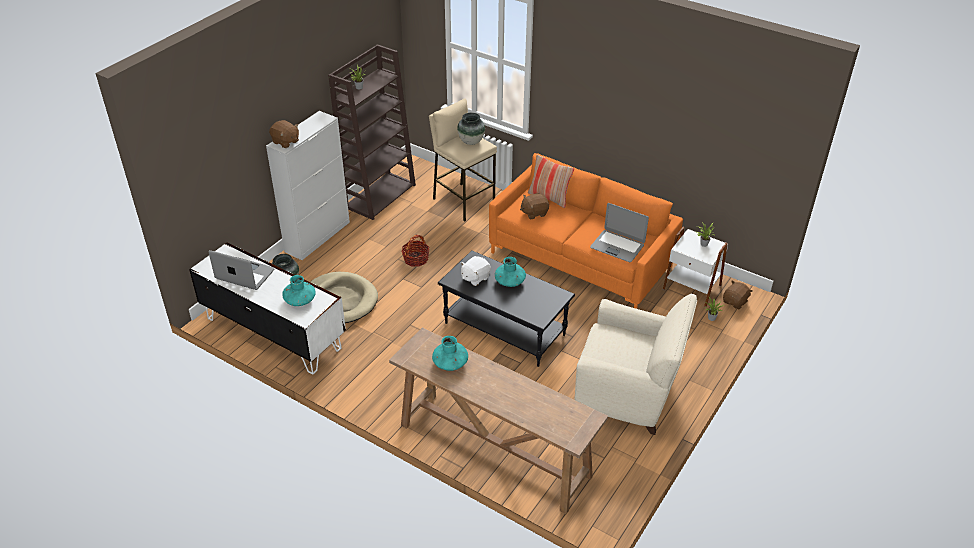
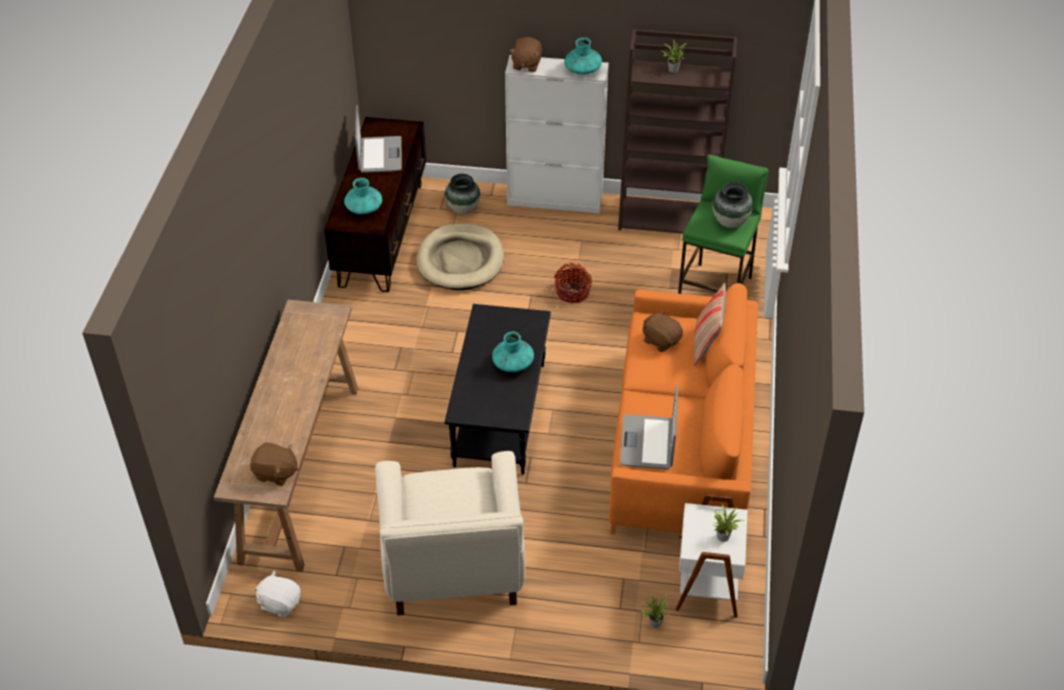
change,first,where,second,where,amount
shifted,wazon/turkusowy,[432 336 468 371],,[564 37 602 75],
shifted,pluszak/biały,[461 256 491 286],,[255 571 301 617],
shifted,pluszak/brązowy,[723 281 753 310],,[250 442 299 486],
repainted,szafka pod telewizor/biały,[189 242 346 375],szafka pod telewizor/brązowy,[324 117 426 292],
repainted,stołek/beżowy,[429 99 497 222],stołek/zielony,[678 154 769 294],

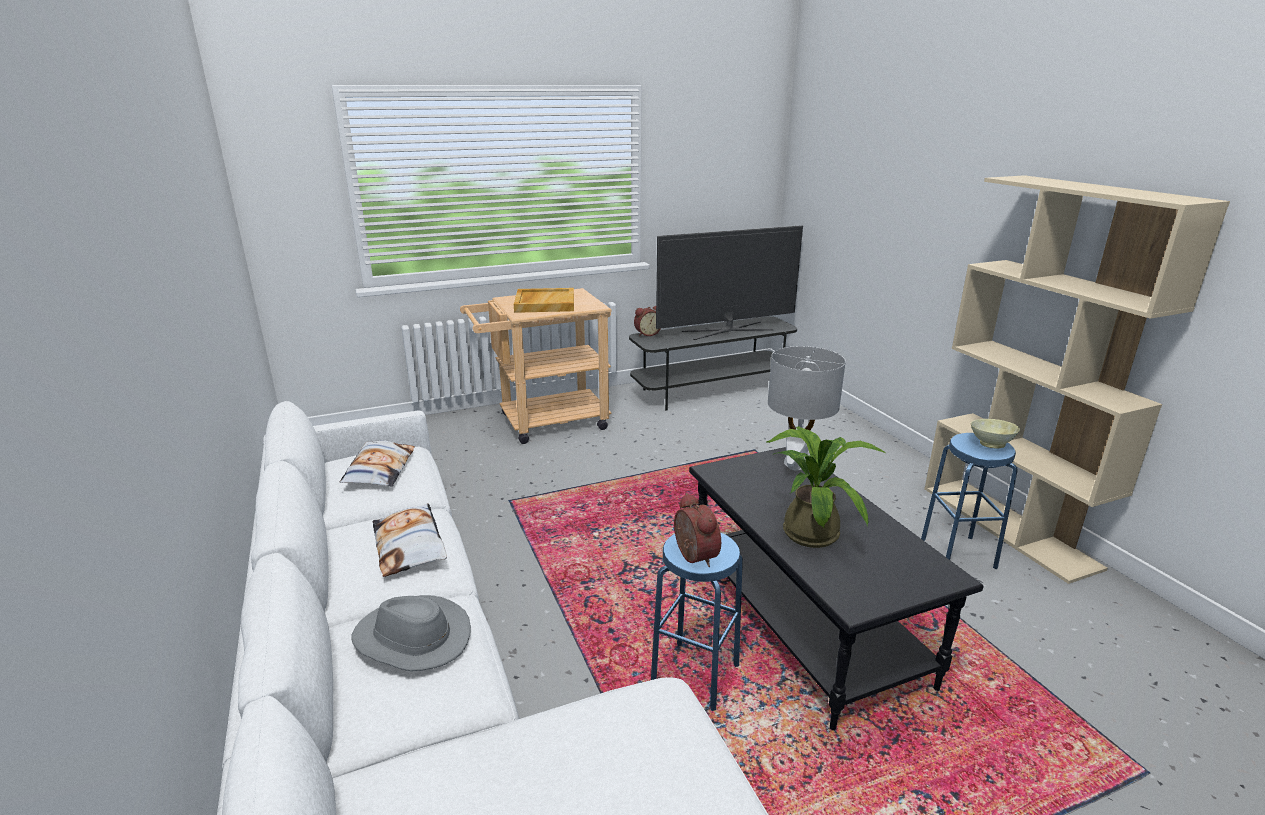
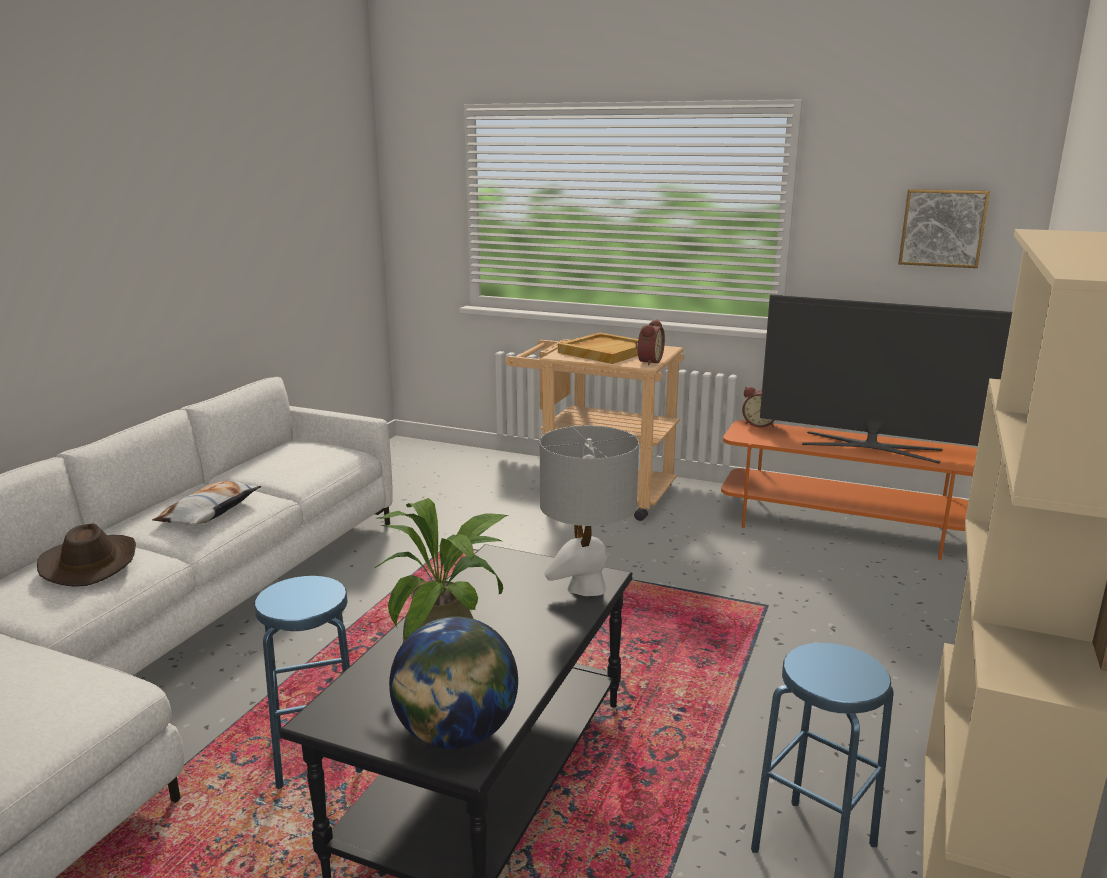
change,first,where,second,where,amount
gone,poduszka,[340 440 415 486],,,
gone,miska/beżowy,[971 419 1020 448],,,
new,,,globus,[389 616 518 749],
new,,,obraz,[898 189 990 268],
shifted,budzik,[674 493 721 567],,[635 319 665 366],
repainted,kapelusz/szary,[351 595 471 671],kapelusz/brązowy,[37 523 136 587],
repainted,szafka pod telewizor/szary,[629 316 797 411],szafka pod telewizor/pomarańczowy,[721 420 977 560],

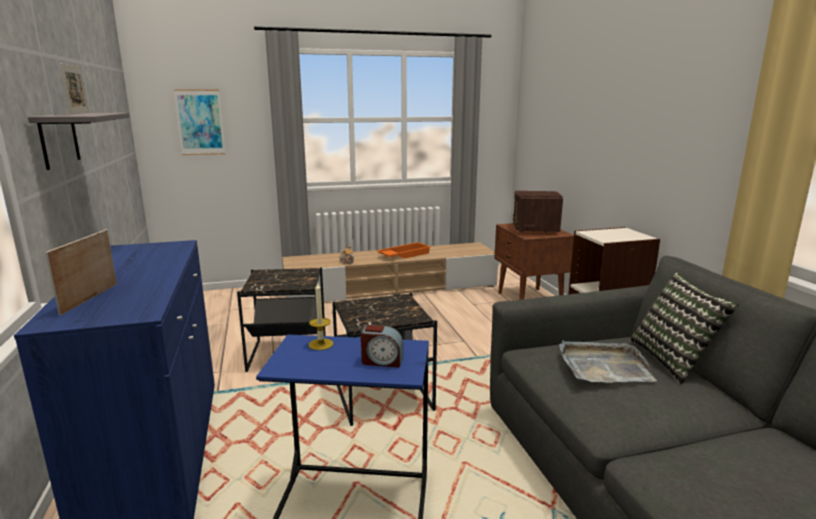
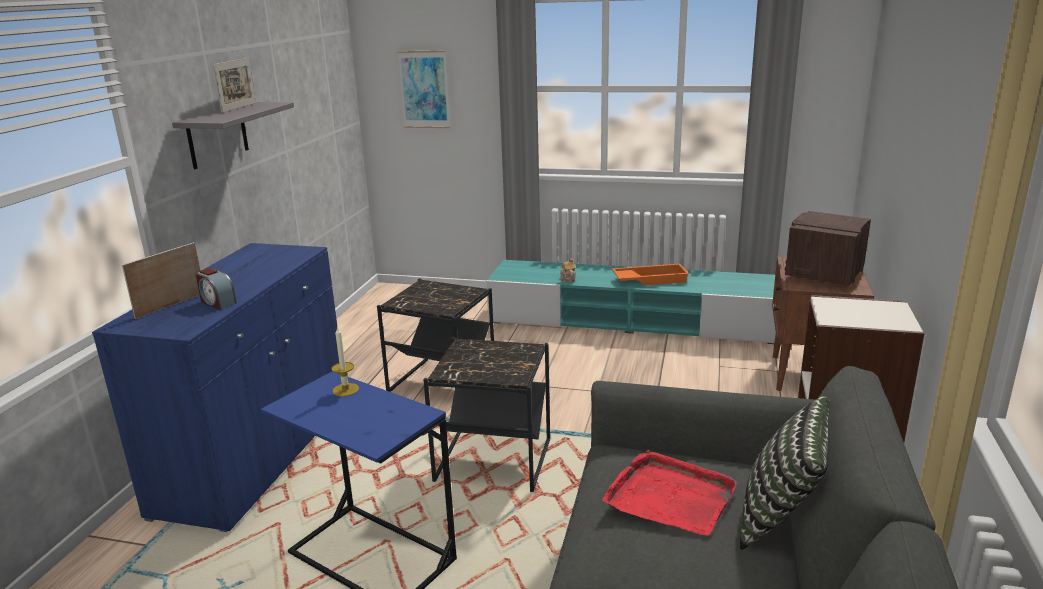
change,first,where,second,where,amount
shifted,budzik,[361 325 403 368],,[196 268 237 310],
repainted,szafka pod telewizor/beżowy,[282 242 498 302],szafka pod telewizor/turkusowy,[486 260 776 344],
repainted,taca/szary,[559 341 657 383],taca/czerwony,[602 450 737 536],

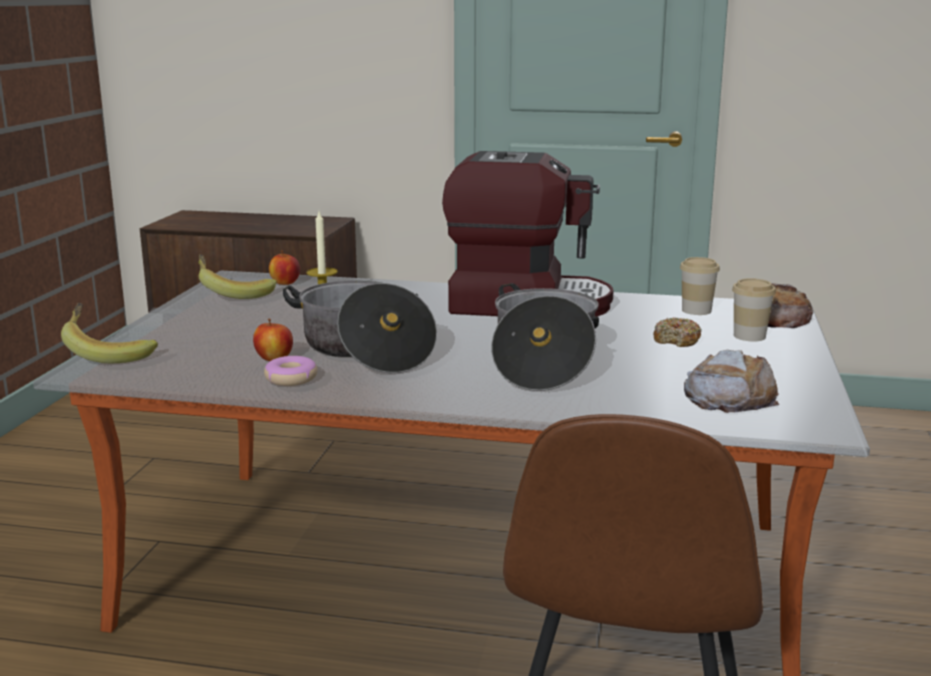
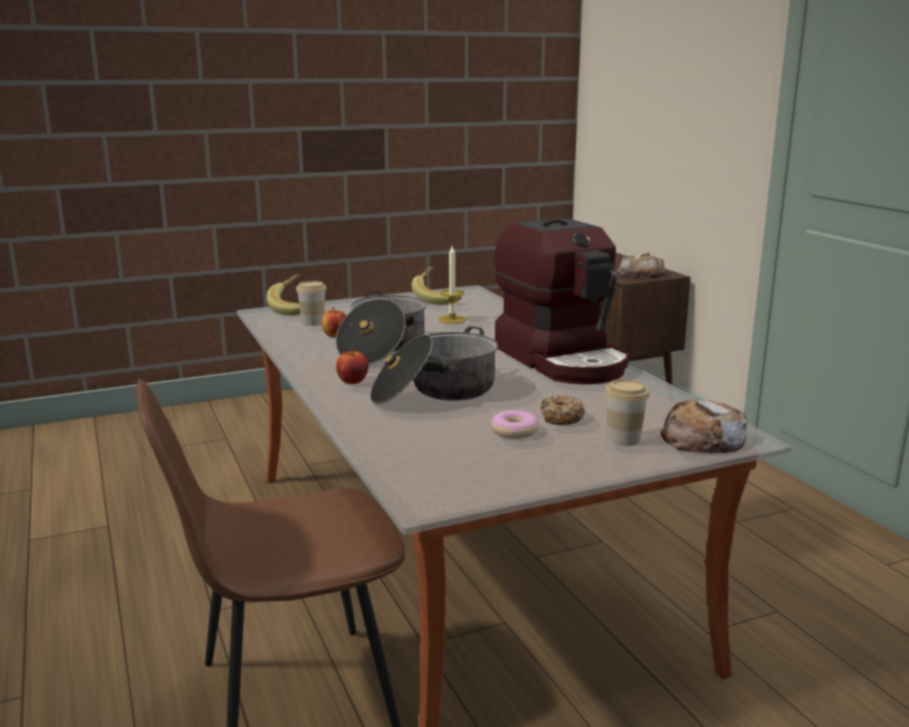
change,first,where,second,where,amount
shifted,donut,[264 356 318 386],,[490 410 539 439],
shifted,jabłko,[269 250 300 285],,[336 348 369 384],
shifted,filiżanka,[680 257 720 315],,[296 281 327 326],
shifted,chleb,[684 350 779 413],,[617 252 665 278],

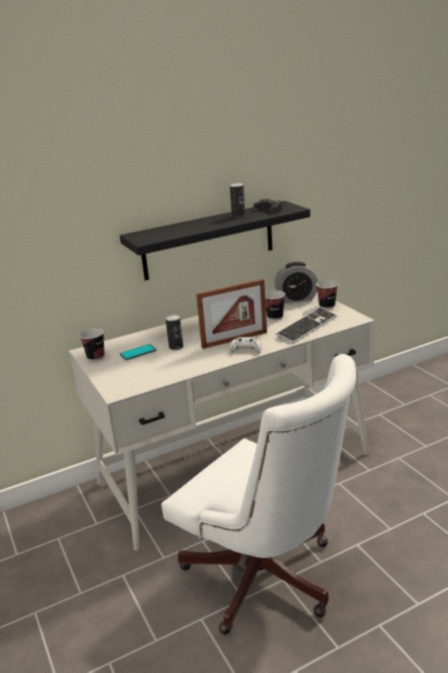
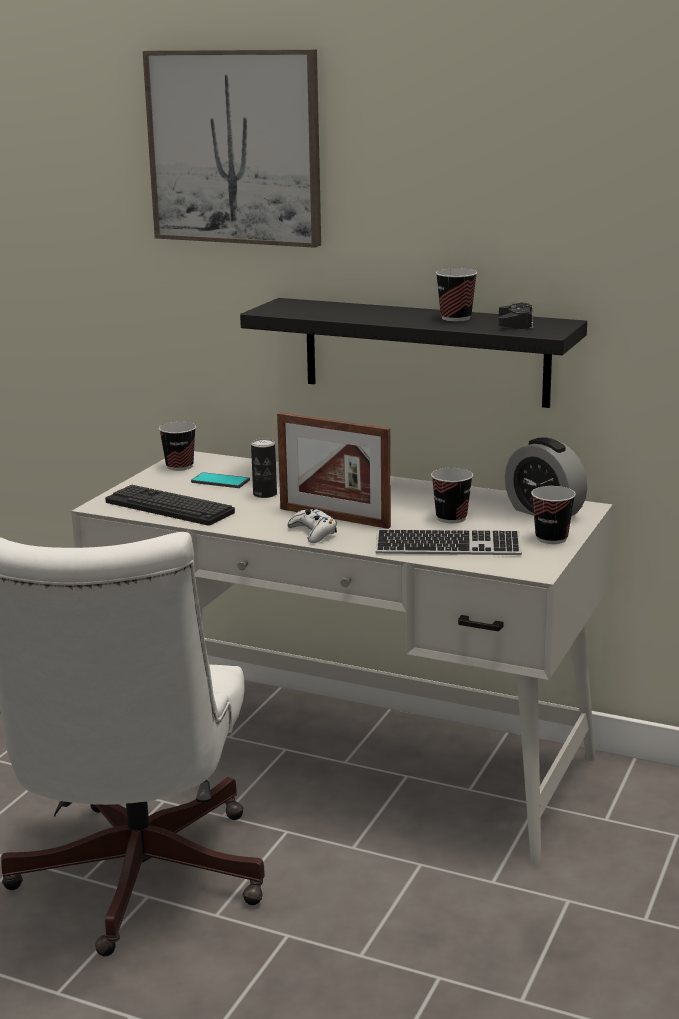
change,first,where,second,where,amount
new,,,klawiatura,[105 485 235 526],
new,,,obraz,[143 49 321 248],
swapped,puszka,[230 183 245 217],filiżanka,[436 268 477 321],

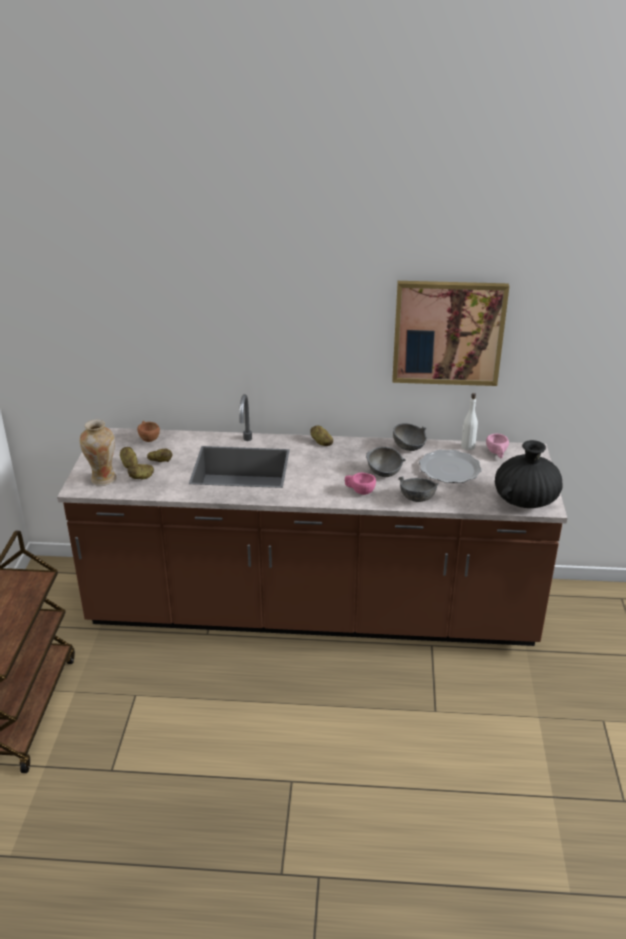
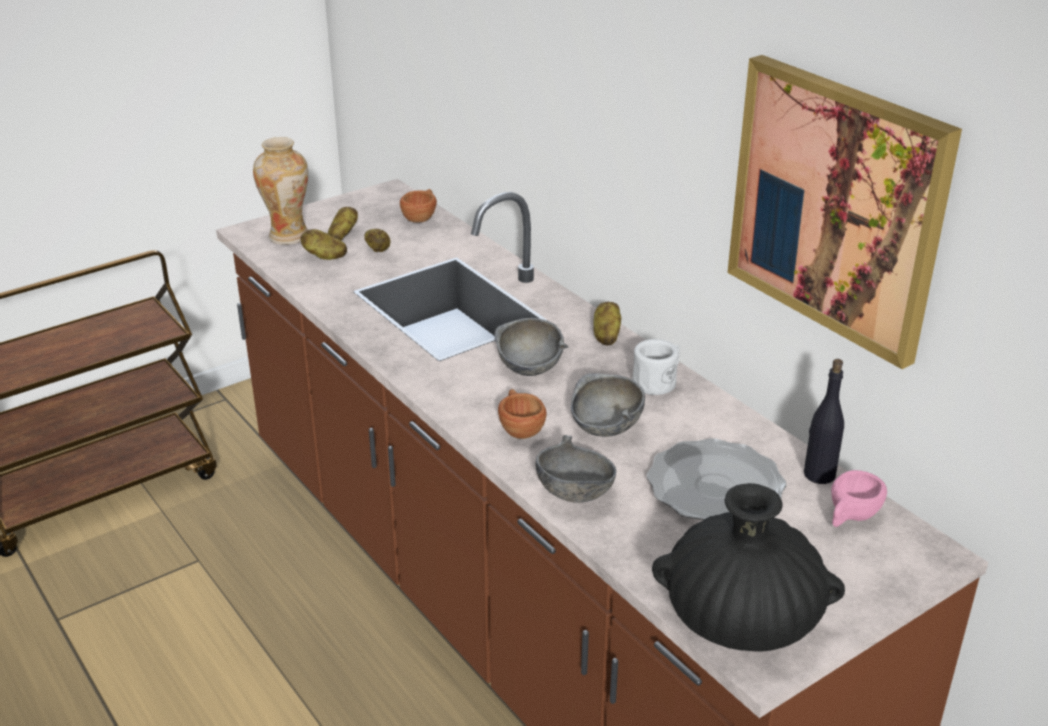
change,first,where,second,where,amount
new,,,kubek/biały,[632 339 680 395],
shifted,miska/szary,[393 423 427 451],,[494 318 568 376],
repainted,filiżanka/różowy,[345 472 376 495],filiżanka/brązowy,[498 389 547 439],
repainted,butelka/biały,[461 393 478 450],butelka/czarny,[804 359 844 484],

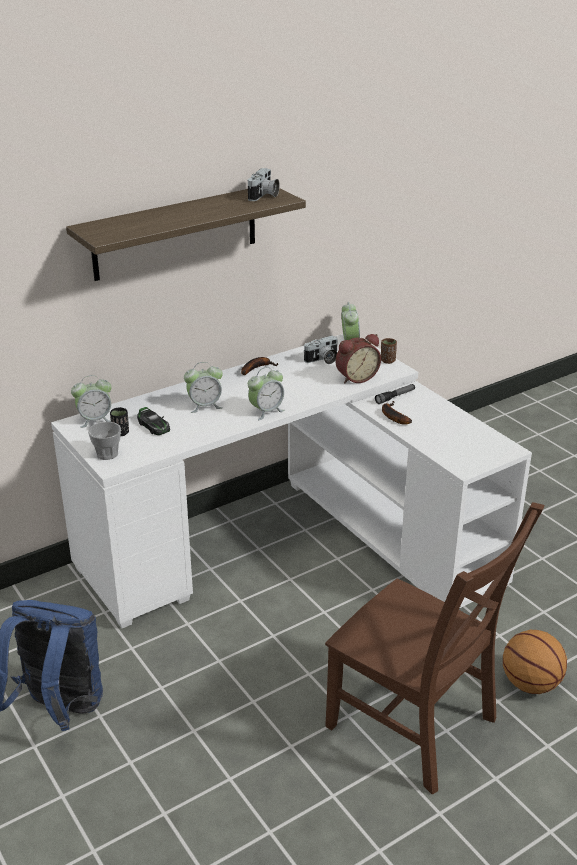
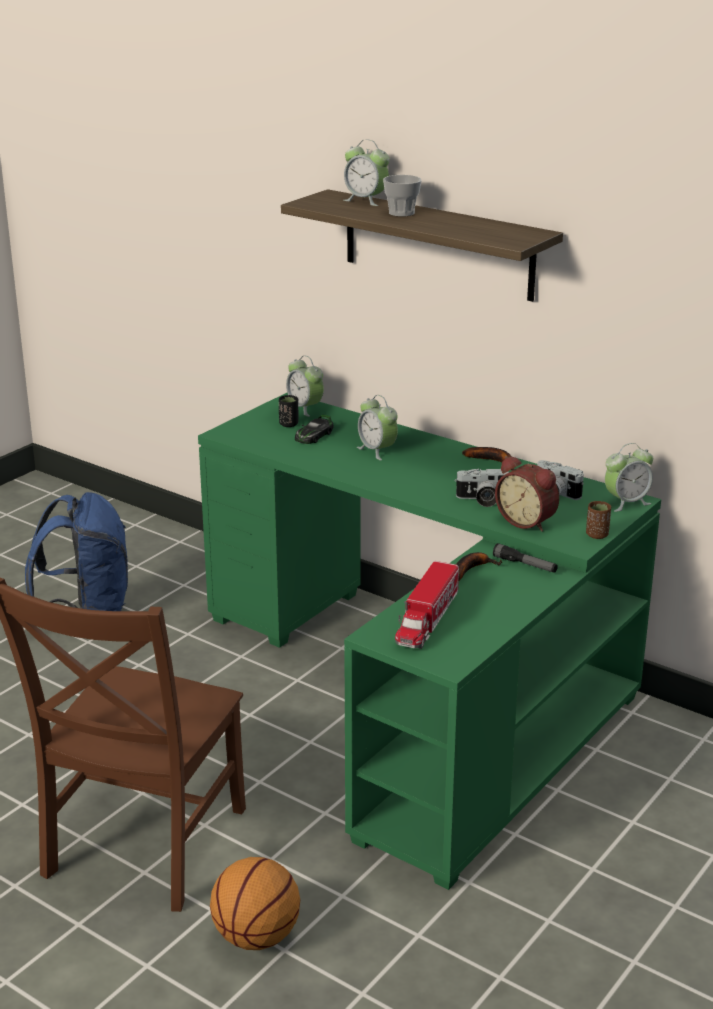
change,first,where,second,where,amount
new,,,ciężarówka zabawkowa,[395 561 459 649],
shifted,filiżanka,[88 422 121 460],,[383 175 422 217],
shifted,aparat fotograficzny,[248 168 280 201],,[455 469 509 507],
shifted,budzik,[248 367 285 420],,[343 140 390 206],
repainted,biurko/biały,[51 334 532 628],biurko/zielony,[198 393 661 890],

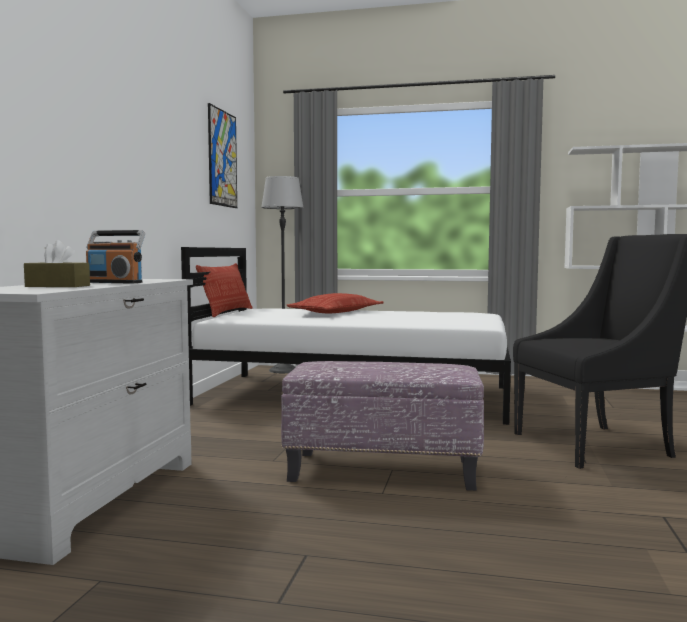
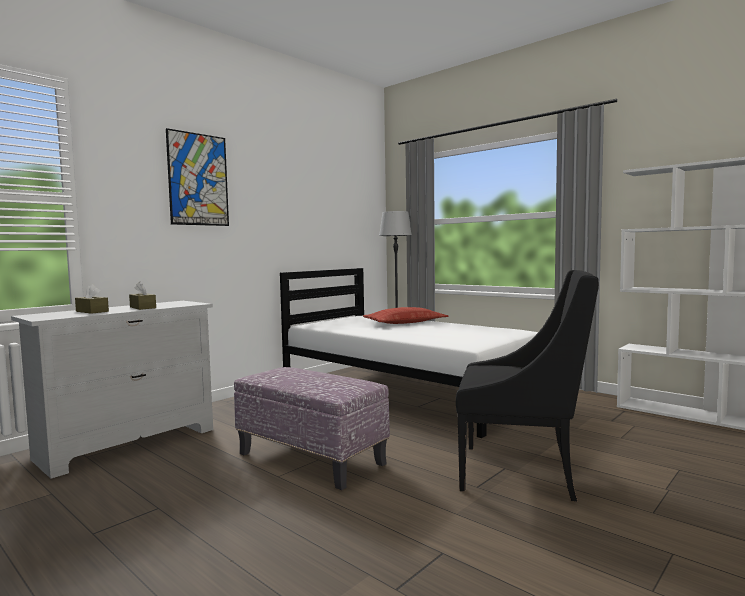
change,first,where,second,where,amount
gone,poduszka,[196 263 253 317],,,
shifted,obraz,[208 103 237 208],,[166 128 229 226],
swapped,radio,[86 230 145 283],pudełko chusteczek/brązowy,[129 282 156 310],

